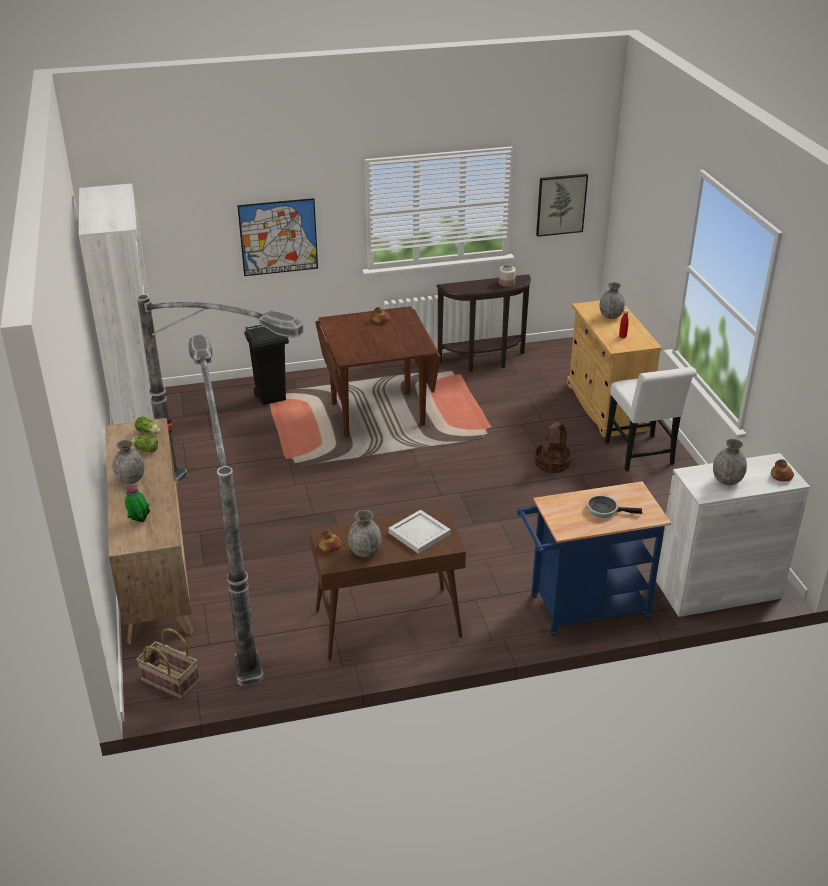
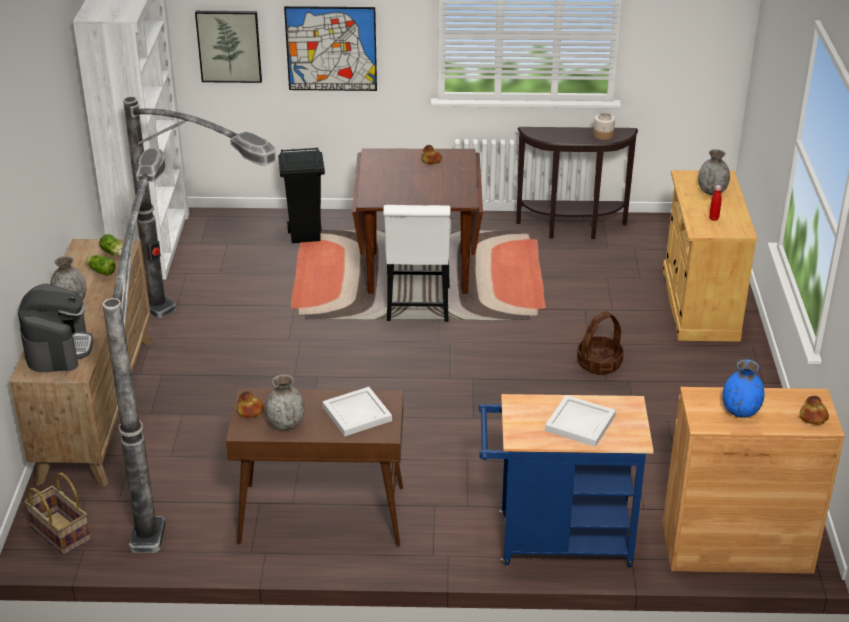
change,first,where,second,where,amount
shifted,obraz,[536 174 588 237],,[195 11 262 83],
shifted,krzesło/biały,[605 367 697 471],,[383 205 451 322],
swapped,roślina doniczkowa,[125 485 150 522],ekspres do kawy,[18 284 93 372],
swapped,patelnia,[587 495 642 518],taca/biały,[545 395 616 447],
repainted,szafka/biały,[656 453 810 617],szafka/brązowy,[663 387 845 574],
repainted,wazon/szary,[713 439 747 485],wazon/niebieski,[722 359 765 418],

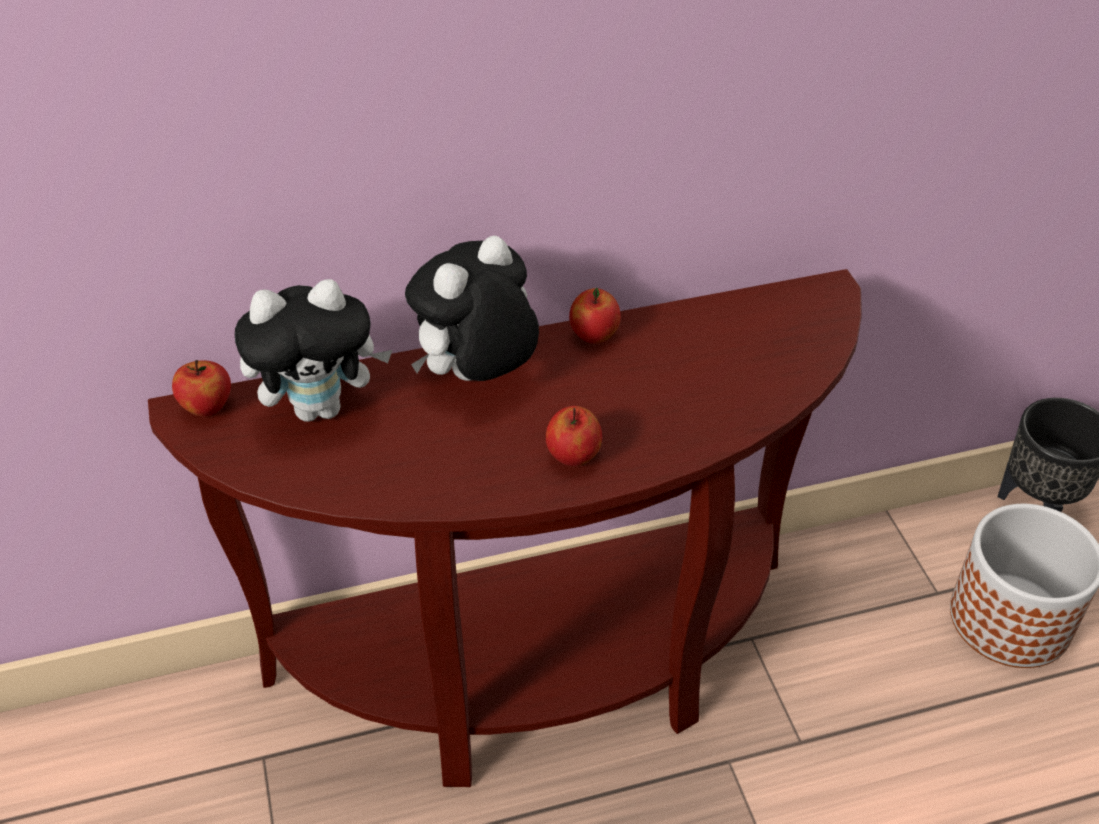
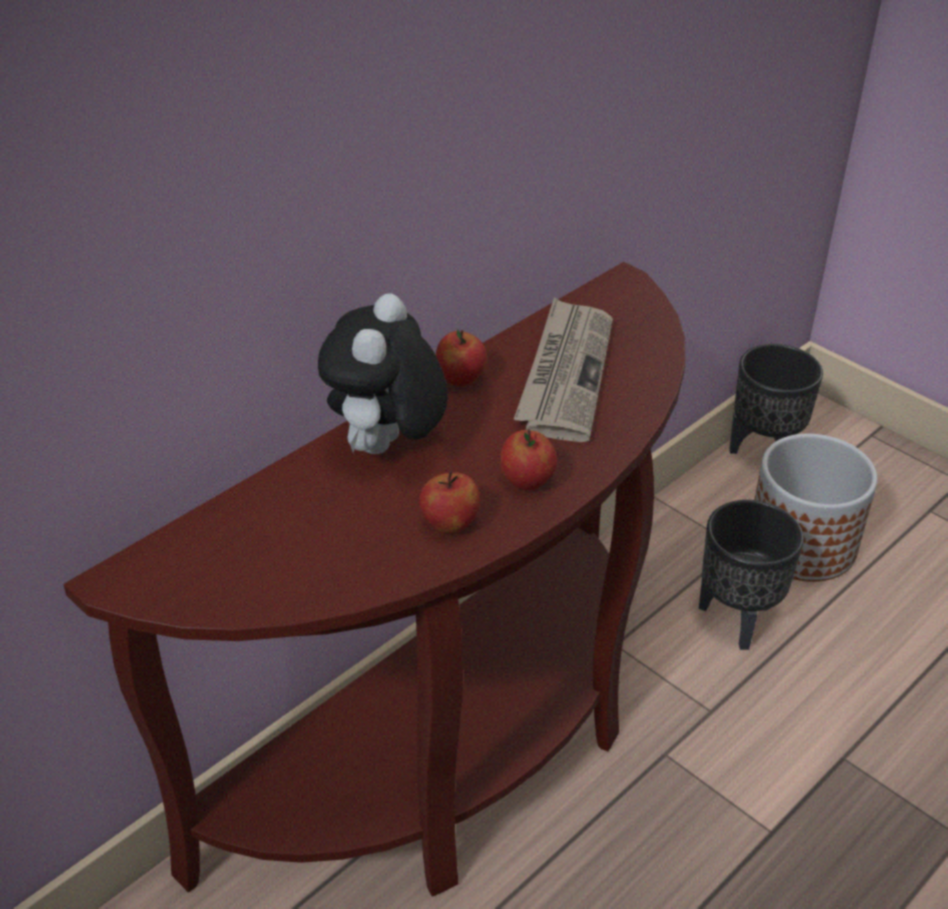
change,first,where,second,where,amount
gone,pluszak,[235 279 392 422],,,
new,,,gazeta,[514 297 613 442],
new,,,donica/czarny,[699 500 804 650],
shifted,jabłko,[172 360 231 416],,[419 471 480 533],

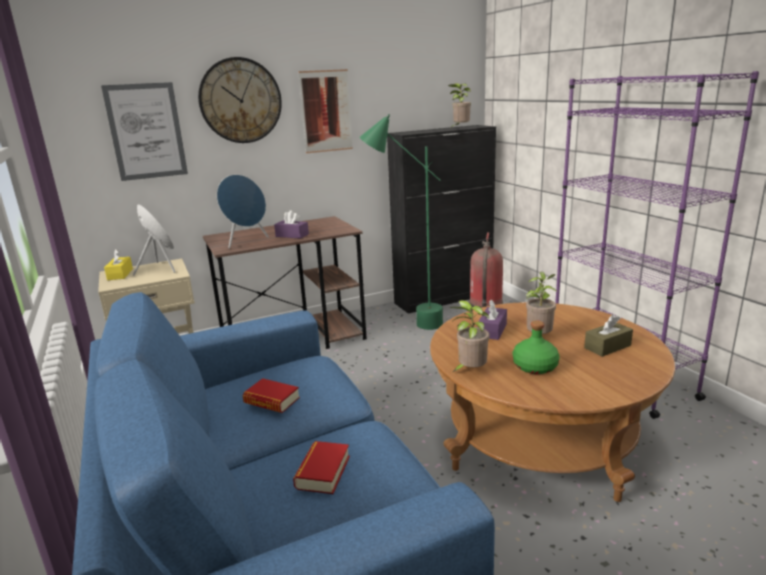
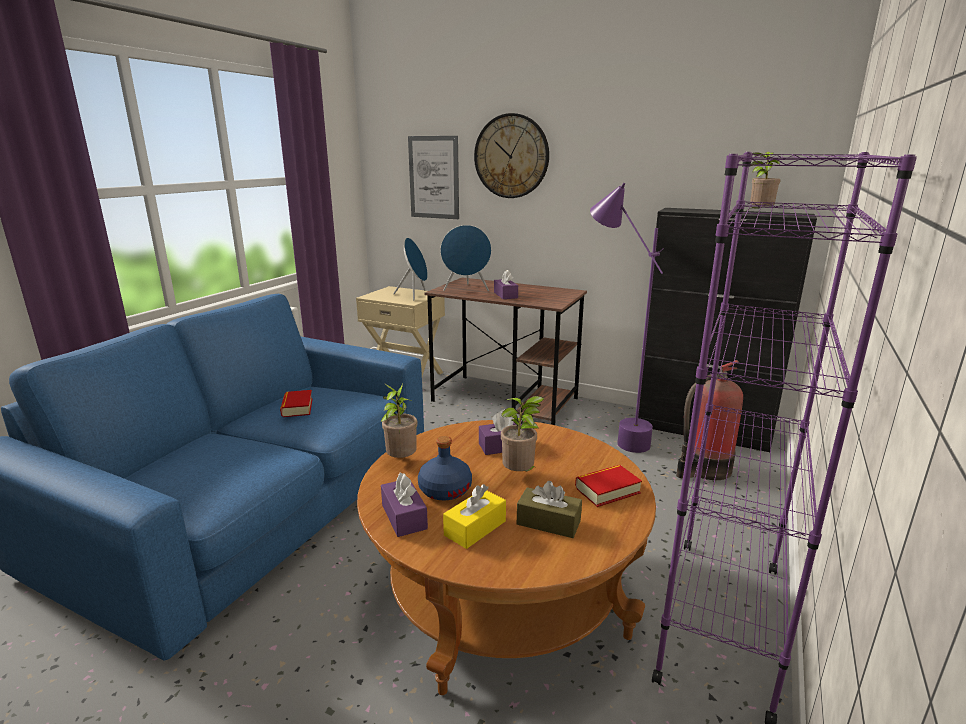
change,first,where,second,where,amount
gone,obraz,[298 69 353 153],,,
new,,,pudełko chusteczek/fioletowy,[381 473 428 537],
shifted,pudełko chusteczek/żółty,[104 249 133 280],,[443 484 506 549],
shifted,książka,[293 441 350 494],,[575 465 642 507],
repainted,lampa stojąca/zielony,[359 114 443 330],lampa stojąca/fioletowy,[590 183 664 453],
repainted,butelka/zielony,[512 320 559 374],butelka/niebieski,[418 436 472 500],

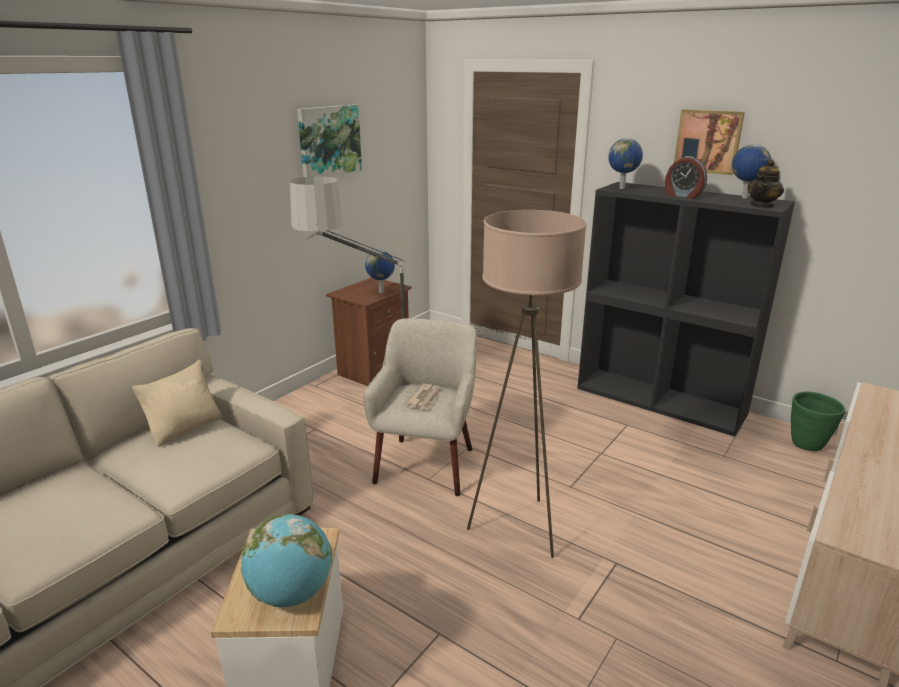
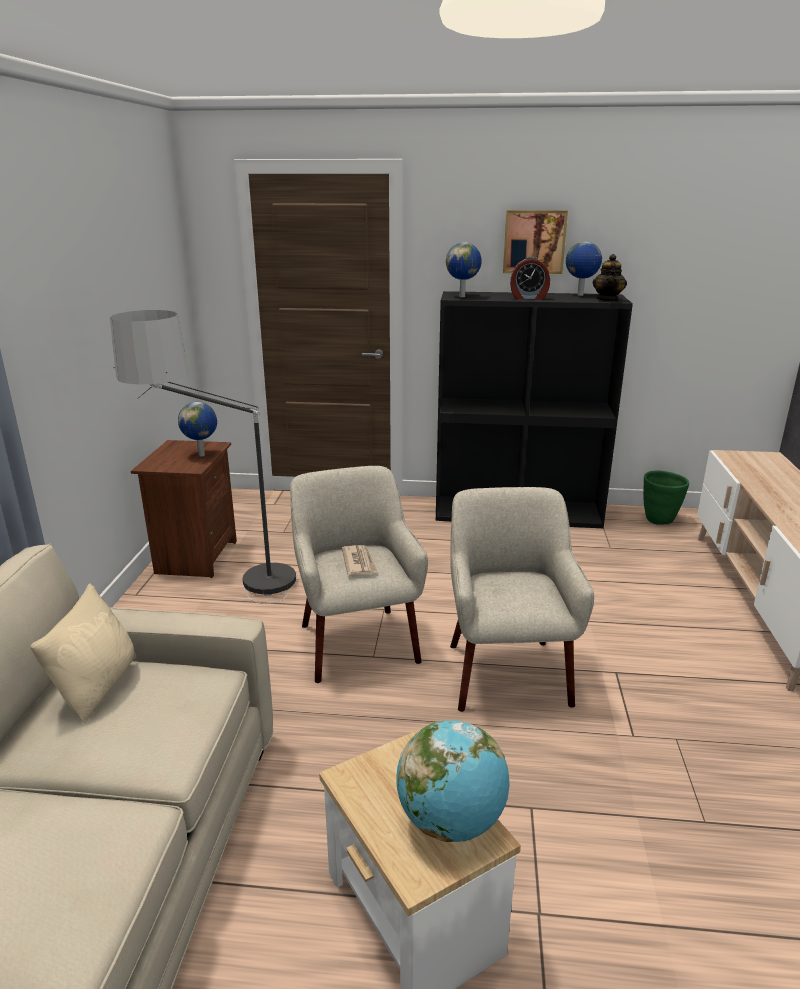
change,first,where,second,where,amount
gone,obraz,[297 104 362 177],,,
swapped,lampa stojąca/beżowy,[467 210 587 558],fotel/beżowy,[450 487 594 712],

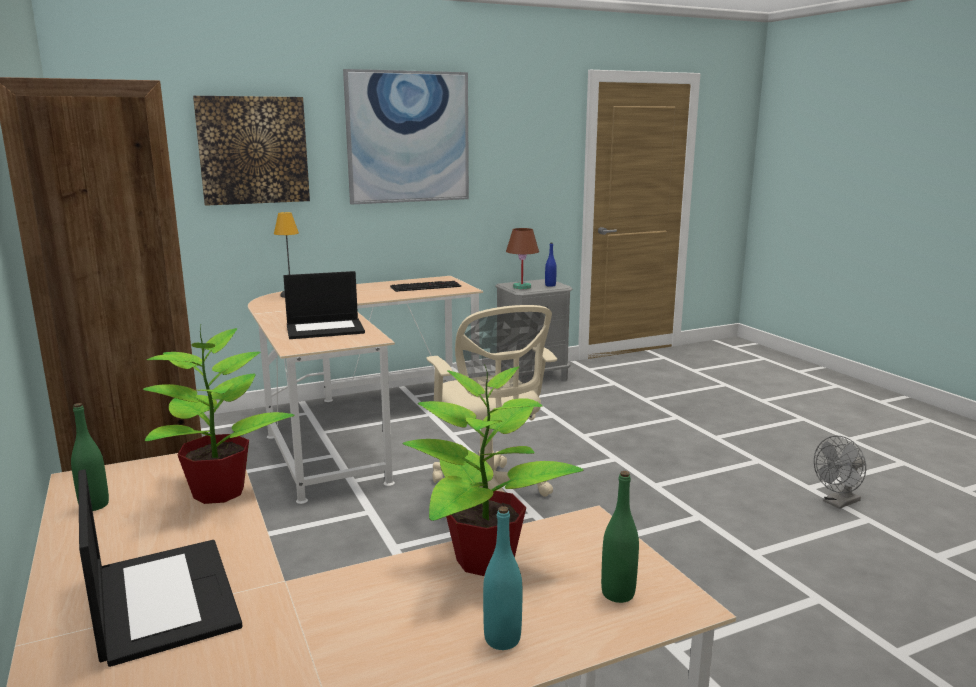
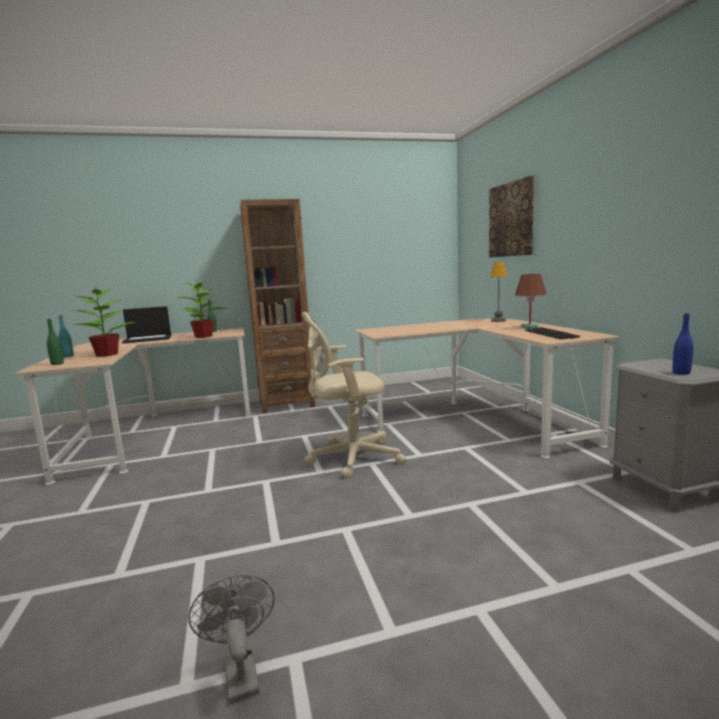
change,first,where,second,where,amount
gone,laptop,[283 271 365 339],,,
gone,obraz,[343 69 469 205],,,
shifted,lampa stołowa/brązowy,[506 228 539 289],,[515 274 546 328],

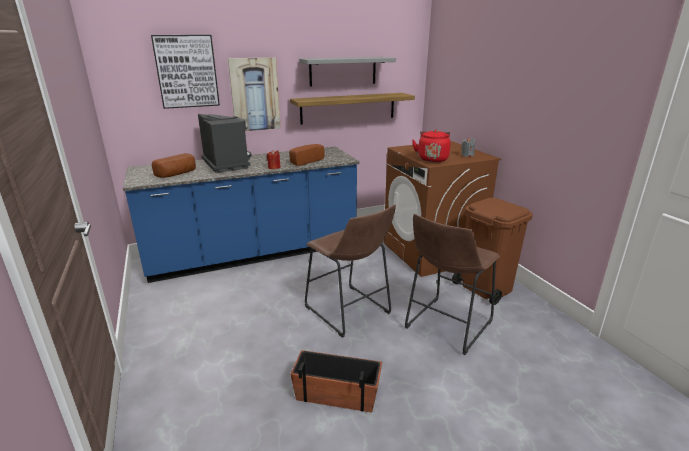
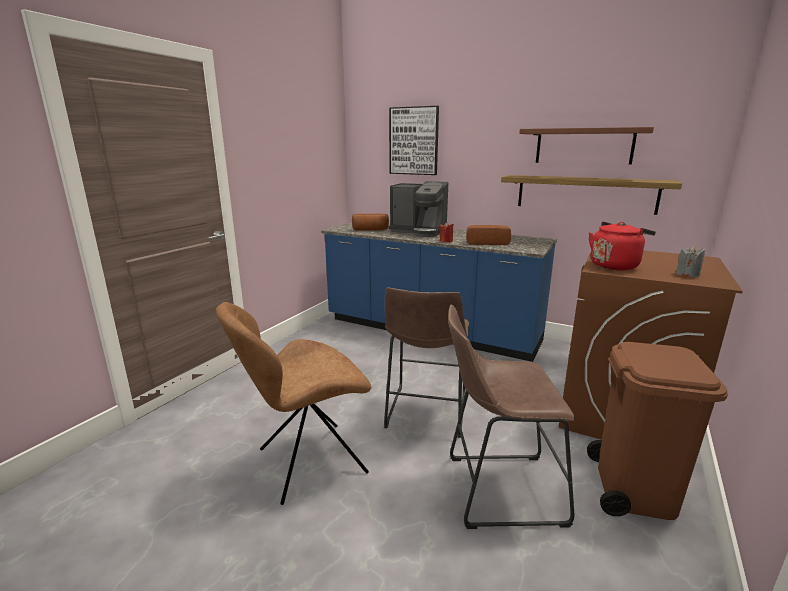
change,first,where,second,where,amount
gone,obraz,[228 57 281 131],,,
swapped,donica,[290 350 382 413],krzesło/brązowy,[216 302 372 505],
repainted,półka/szary,[299 57 396 87],półka/brązowy,[519 127 654 165],
rotated,ekspres do kawy,[198 114 252 173],,[388 181 448 237],90 degrees clockwise

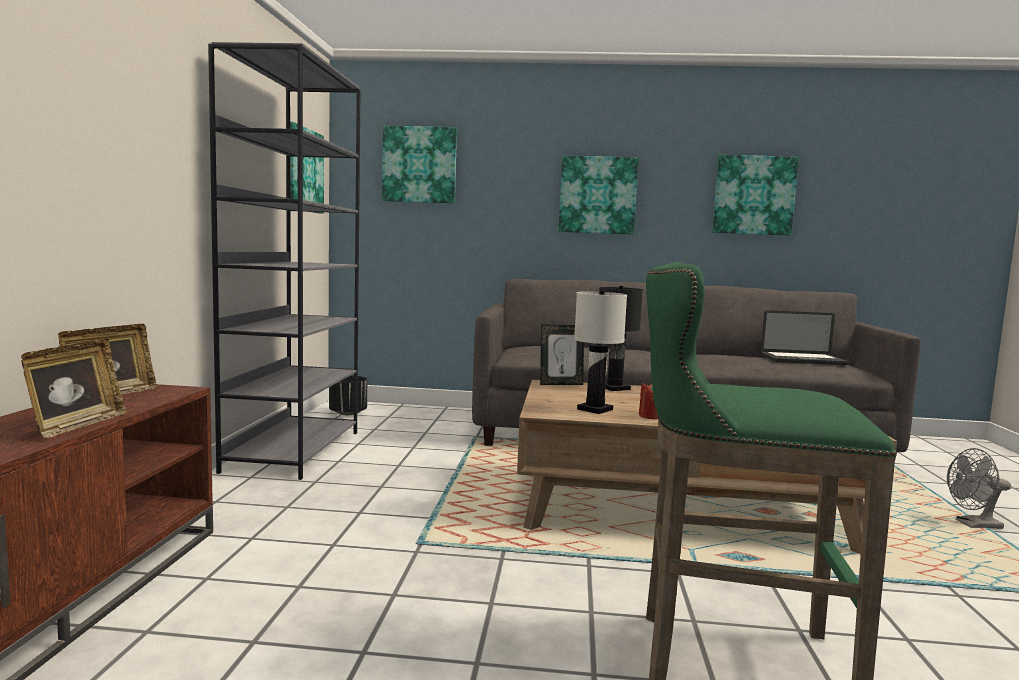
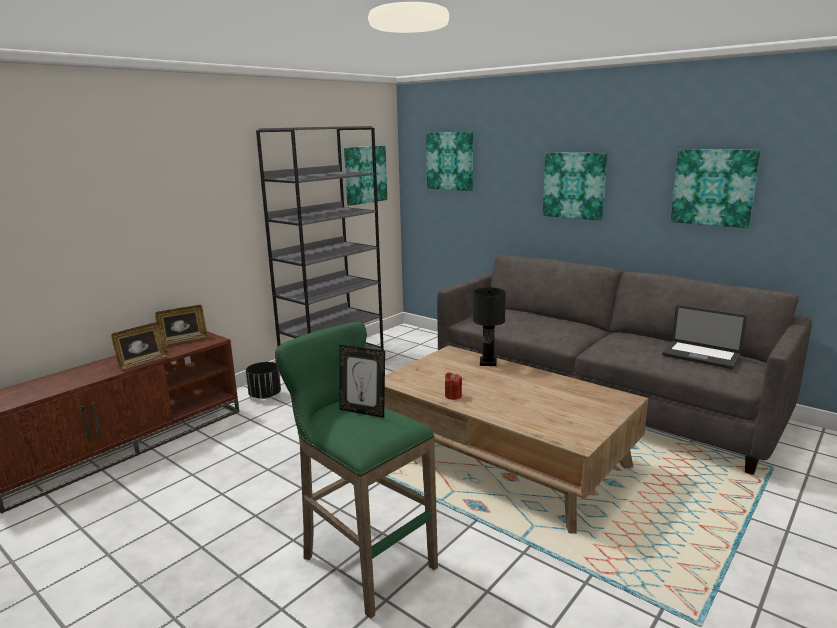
change,first,where,second,where,amount
gone,lampa stołowa/biały,[574 290 627 414],,,
gone,wentylator/szary,[947 448 1011 529],,,
shifted,donica/czarny,[329 375 367 415],,[246 362 281 399],
shifted,ramka na zdjęcie,[540 324 584 385],,[339 345 385 418],

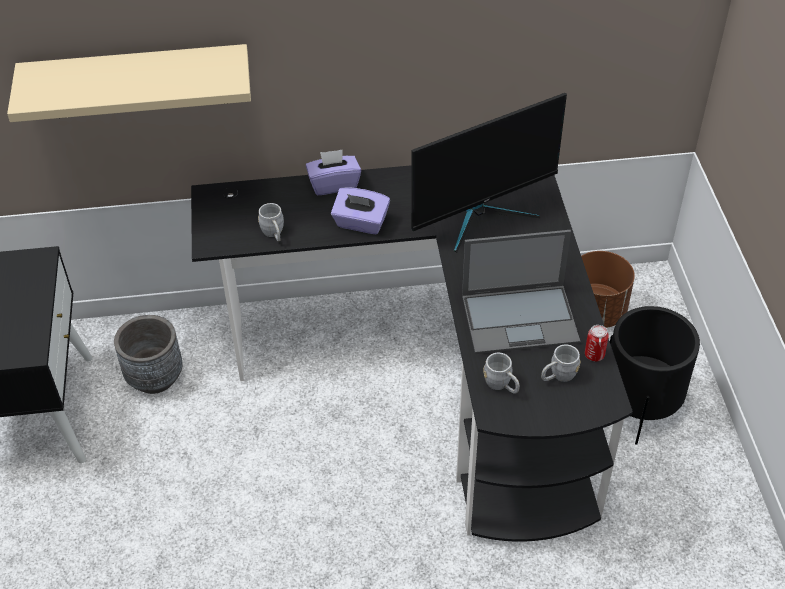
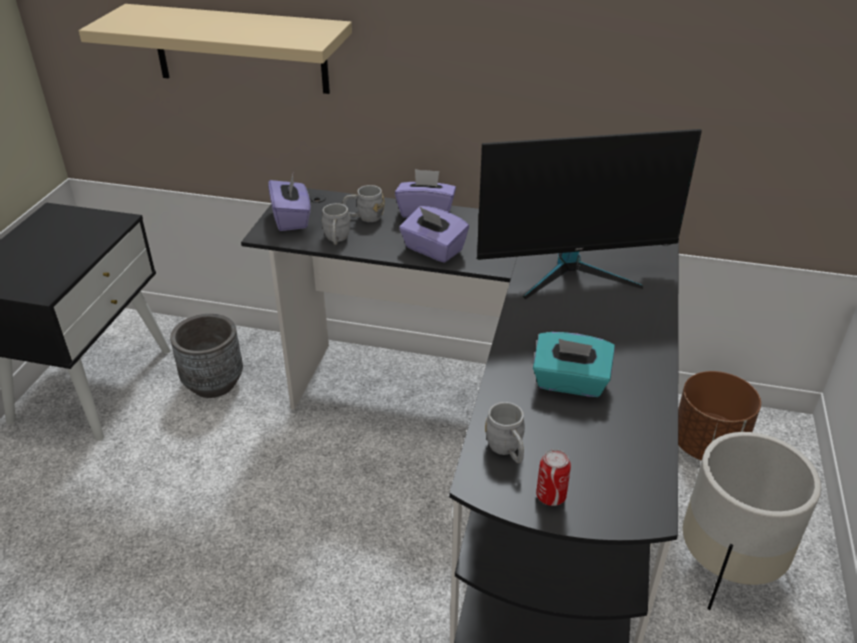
change,first,where,second,where,amount
new,,,pudełko chusteczek/fioletowy,[268 174 311 231],
shifted,kubek/szary,[541 344 580 382],,[342 185 385 222],
shifted,puszka,[585 325 609 361],,[536 449 571 506],
swapped,laptop,[462 230 580 354],pudełko chusteczek/turkusowy,[533 332 615 397],
repainted,donica/czarny,[610 306 700 445],donica/biały,[683 432 821 610],

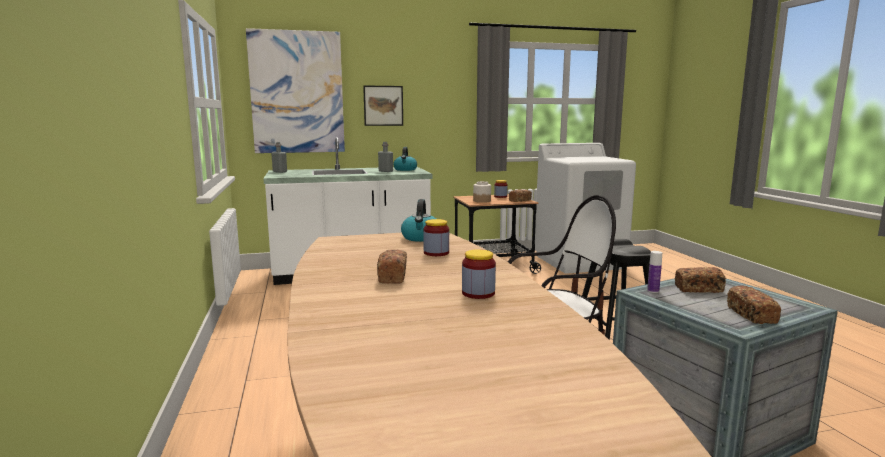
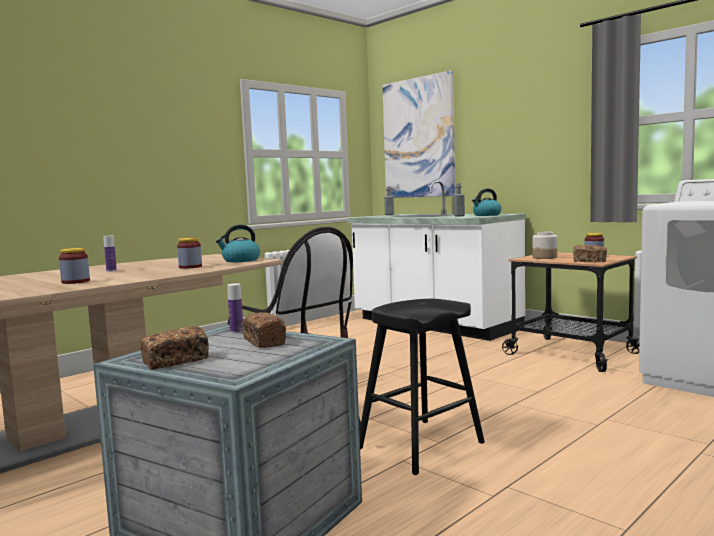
change,first,where,second,where,amount
gone,obraz,[363 85 403 126],,,
swapped,chleb,[377 249 407 284],butelka,[103 236 117 272],

